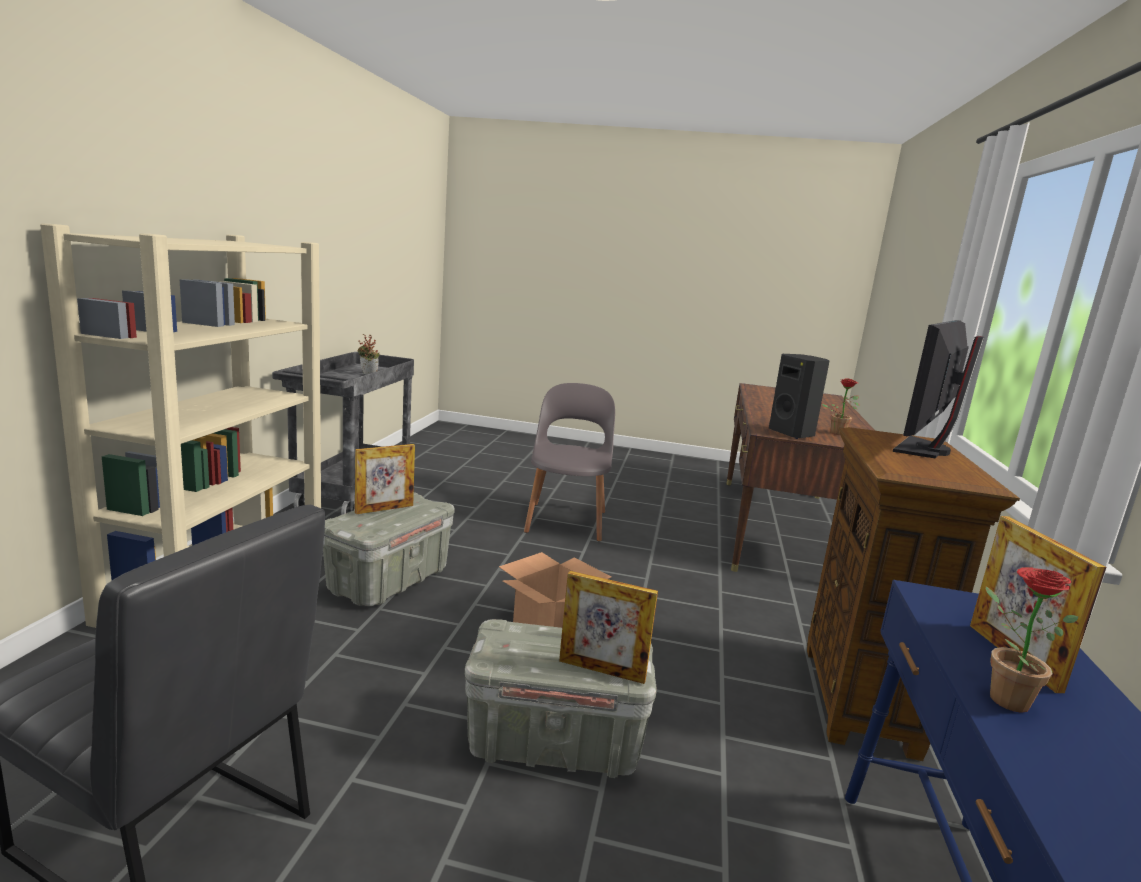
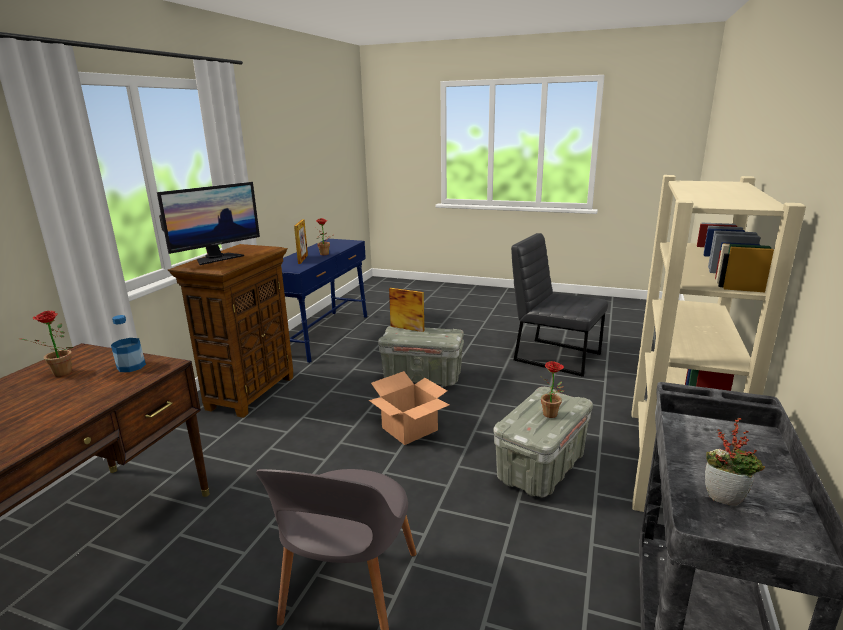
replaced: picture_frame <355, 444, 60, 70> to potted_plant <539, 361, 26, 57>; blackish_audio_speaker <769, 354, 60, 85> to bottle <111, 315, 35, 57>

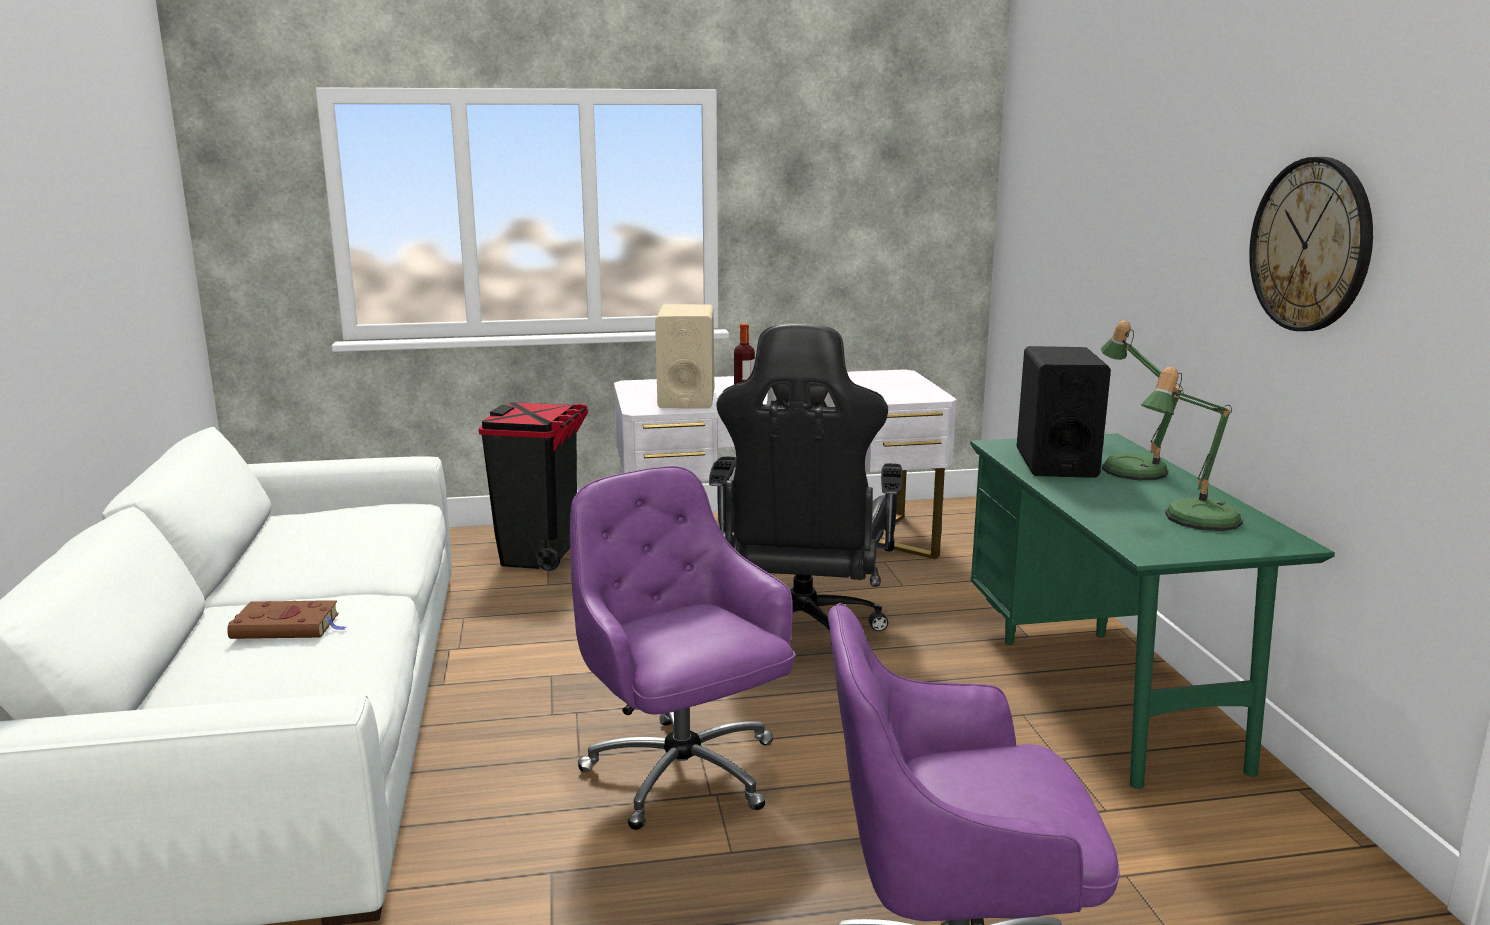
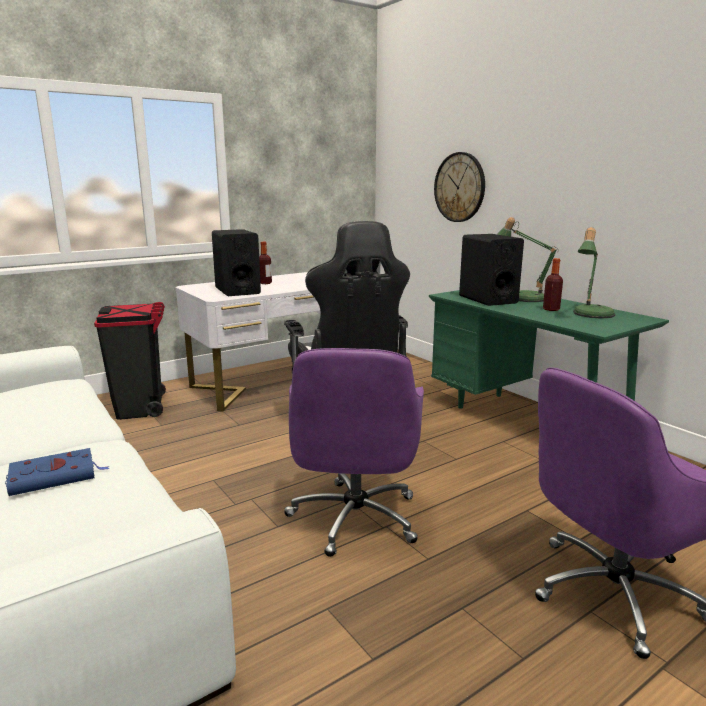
added: bottle <543, 258, 20, 53>
moved: wall_clock <1249, 157, 124, 174> to <434, 152, 51, 70>
recoloured: brown-coloured_bound_book <227, 600, 119, 39> to blue-coloured_bound_book <5, 448, 105, 48>; sand-coloured_audio_speaker <655, 304, 59, 105> to blackish_audio_speaker <212, 229, 49, 67>
turned: purplish_office_chair <570, 466, 225, 364> = <284, 348, 140, 209> 120 degrees counterclockwise

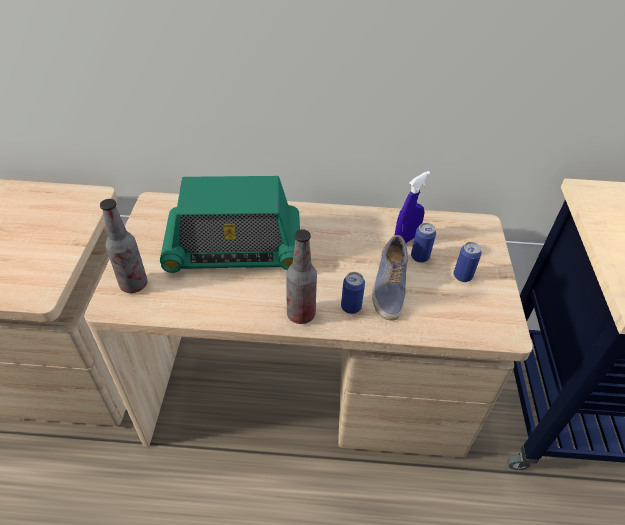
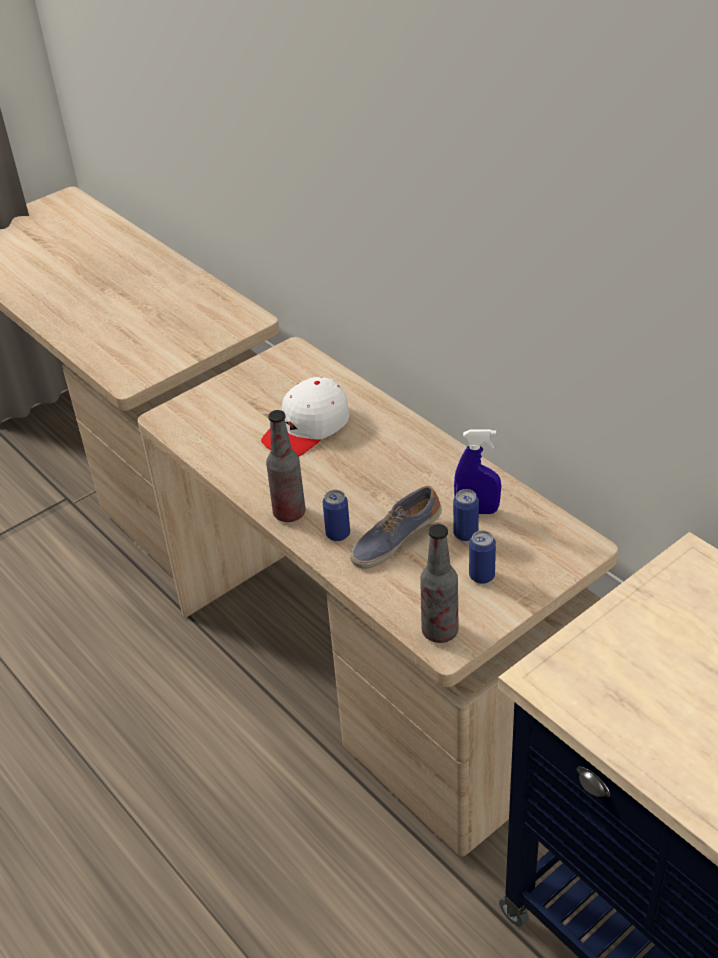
moved: bottle <100, 199, 48, 94> to <420, 524, 39, 119>
replaced: radio_set <160, 176, 140, 97> to whitish_peaked_cap <261, 377, 88, 80>

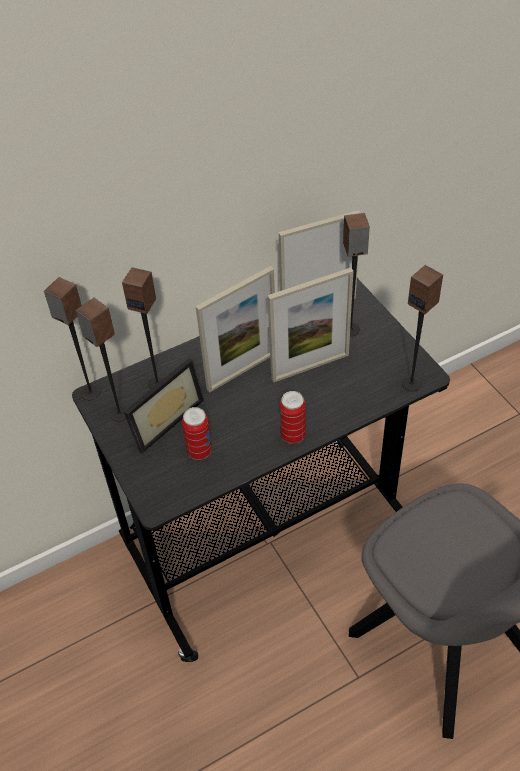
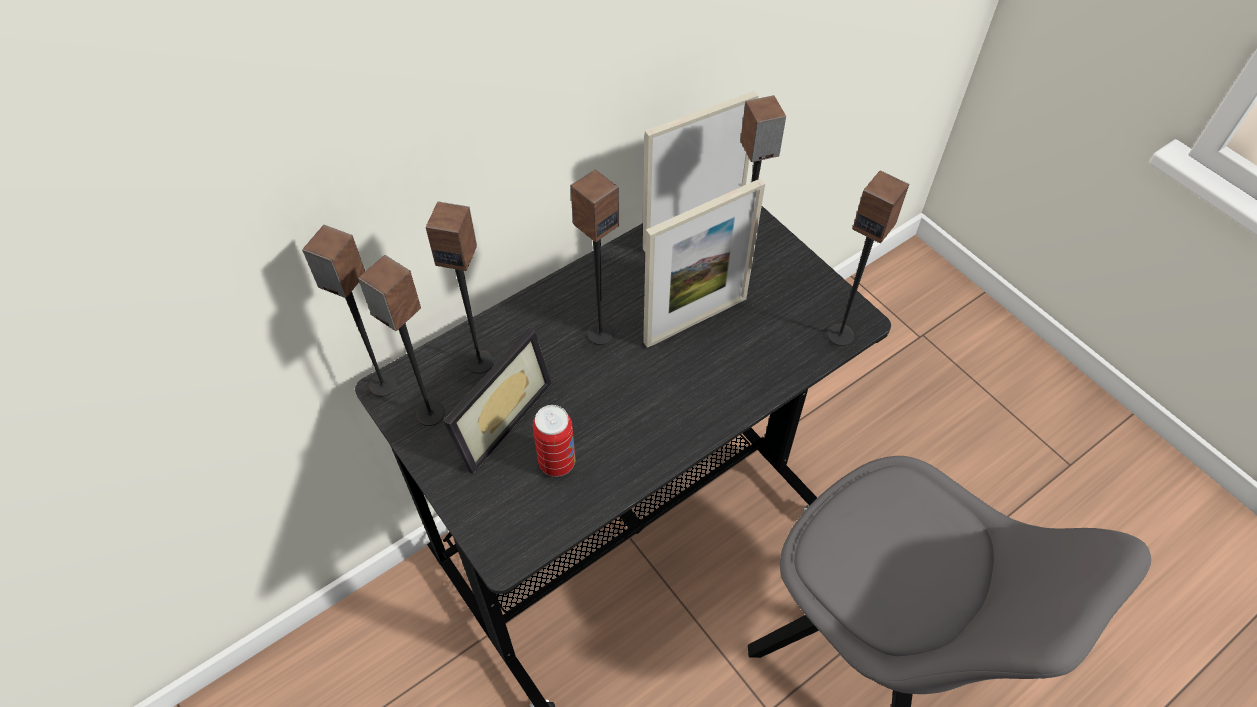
removed: metal_can <280, 391, 26, 53>
replaced: picture_frame <195, 266, 80, 126> to audio_speaker <570, 169, 49, 176>

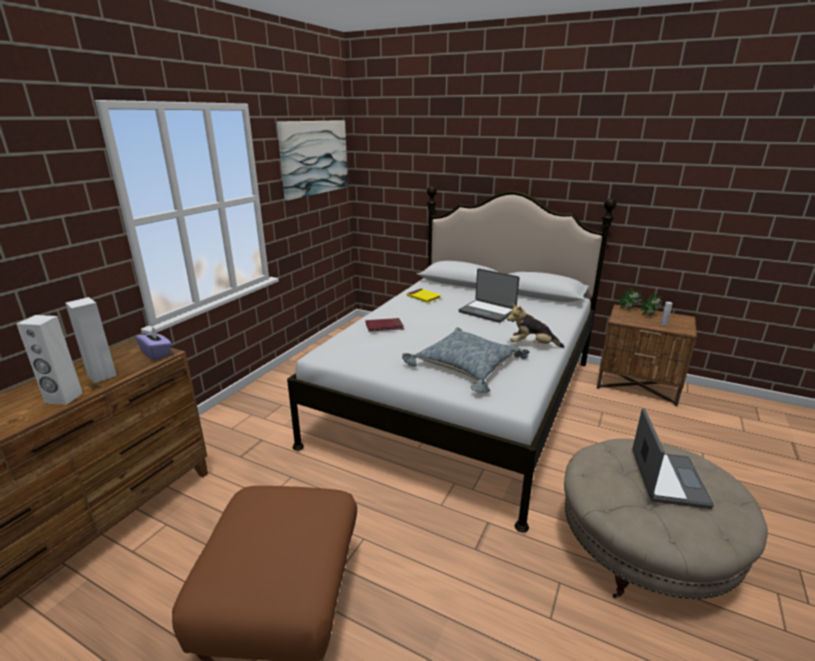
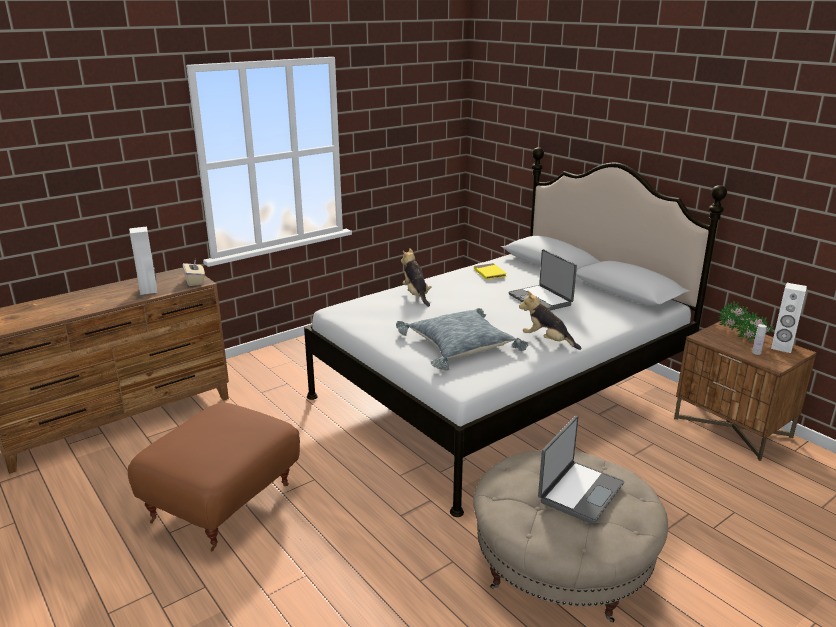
removed: picture <277, 120, 71, 81>
moved: whitish_audio_speaker <16, 315, 67, 90> to <771, 283, 36, 70>
replaced: red-coloured_bound_book <365, 318, 39, 14> to plush_toy <401, 248, 31, 59>
recoloured: purplish_tissue_holder <136, 327, 36, 33> to sand-coloured_tissue_holder <183, 259, 22, 27>

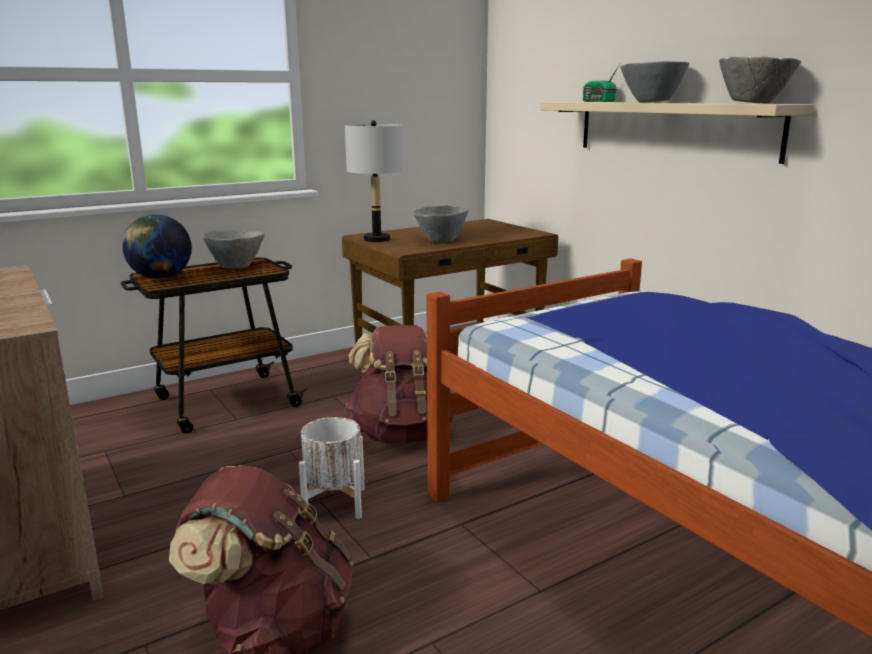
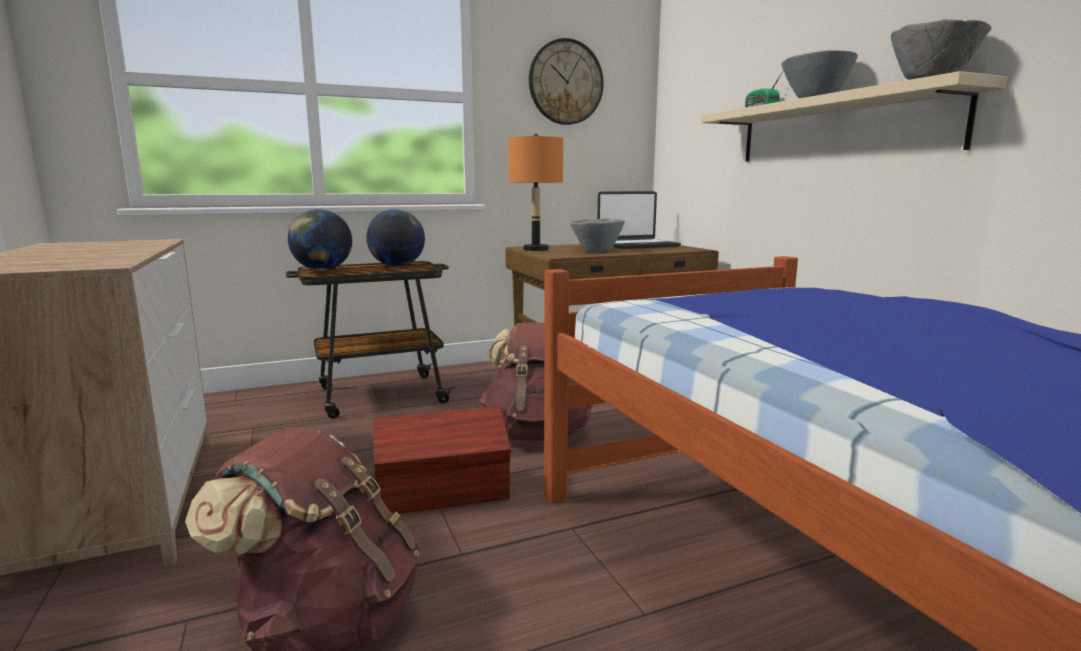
added: wall_clock <529, 38, 75, 87>; laptop <597, 191, 84, 58>
replaced: greyish_bowl <202, 230, 63, 39> to desk_globe <366, 209, 59, 58>; whitish_planter <299, 417, 66, 102> to brown-coloured_storage_box <373, 406, 138, 108>
recoloured: greyish_table_lamp <345, 120, 58, 122> to orangey_table_lamp <508, 134, 55, 117>

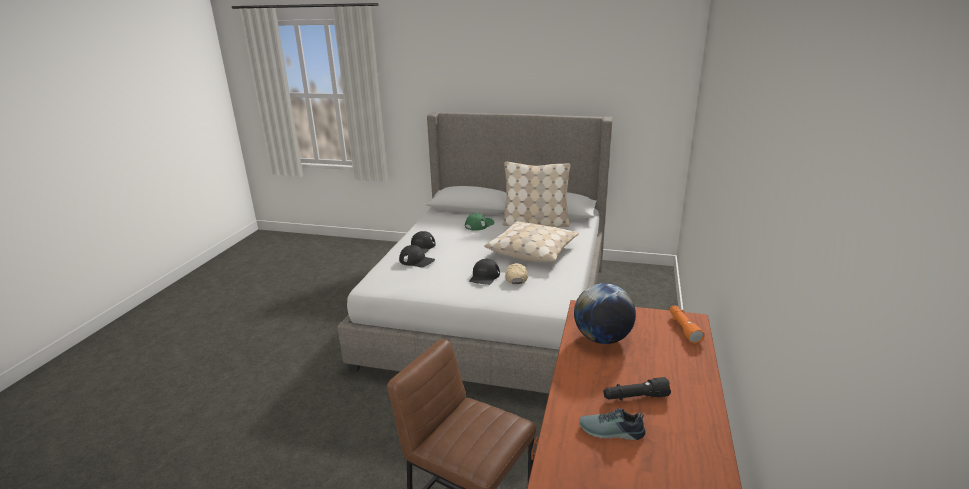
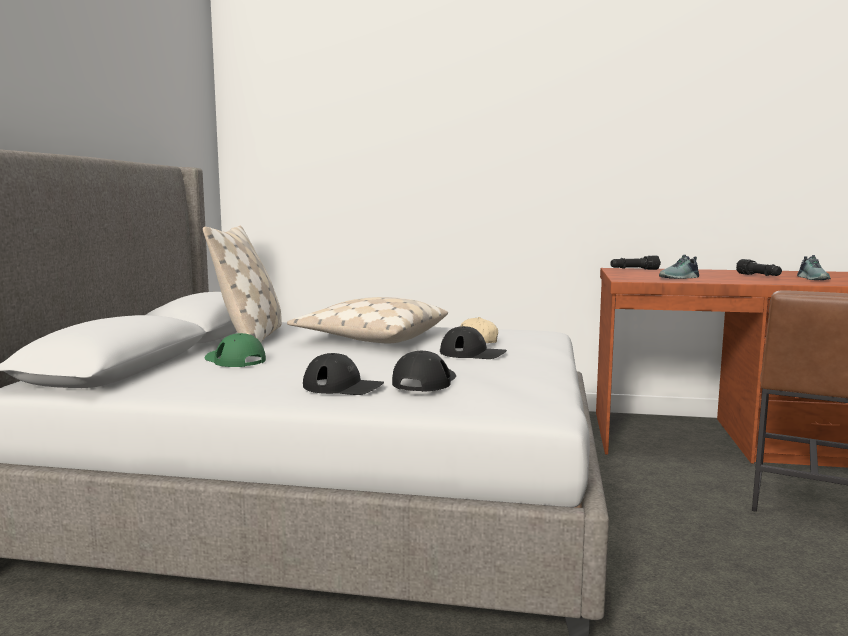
replaced: desk_globe <574, 283, 62, 61> to low_shoe <659, 255, 40, 24>
recoloured: orangey_torch <670, 305, 34, 39> to blackish_torch <610, 256, 51, 14>

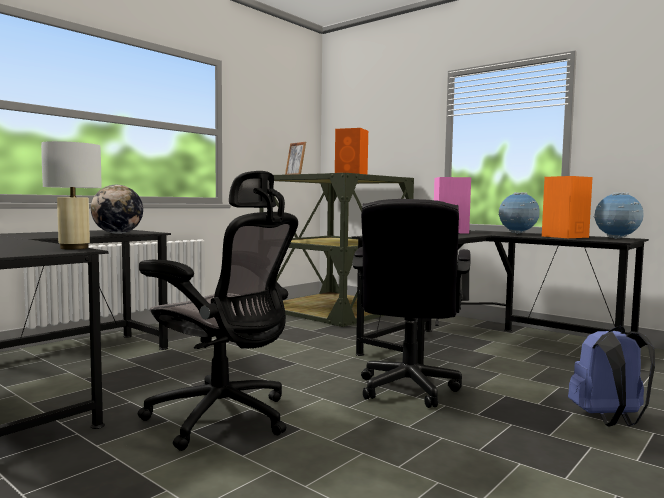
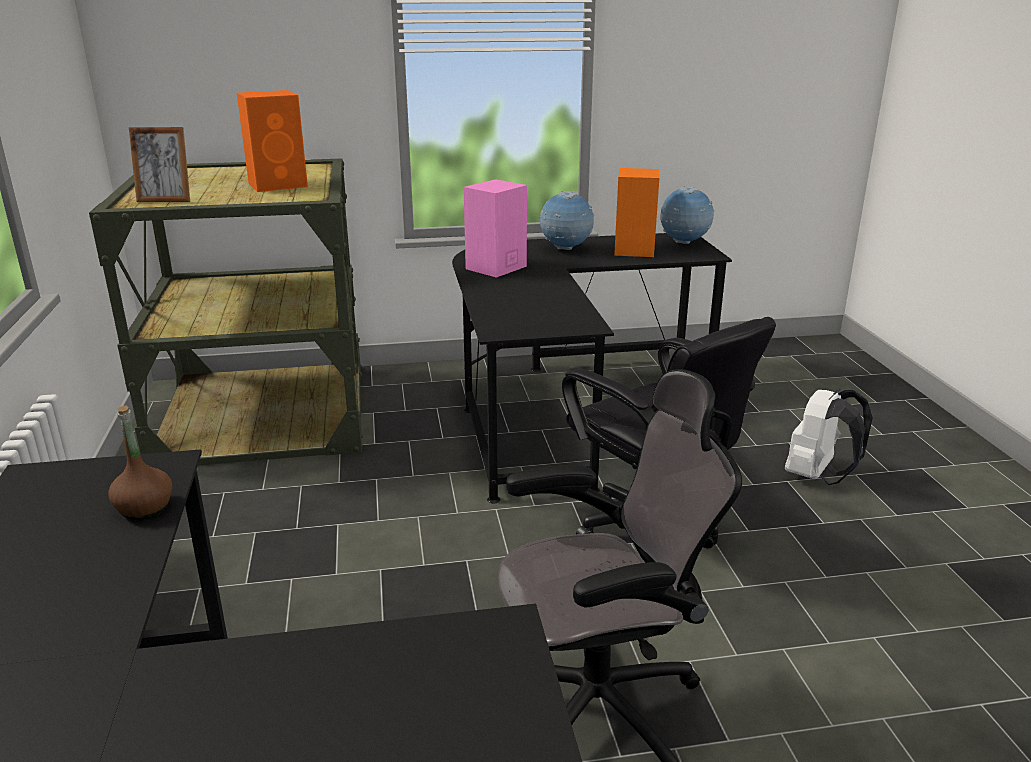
removed: whitish_table_lamp <41, 141, 60, 108>
replaced: desk_globe <91, 185, 52, 49> to brown-coloured_bottle <108, 405, 64, 115>
recoloured: blue-coloured_backpack <568, 326, 87, 101> to whitish_backpack <785, 388, 88, 97>

